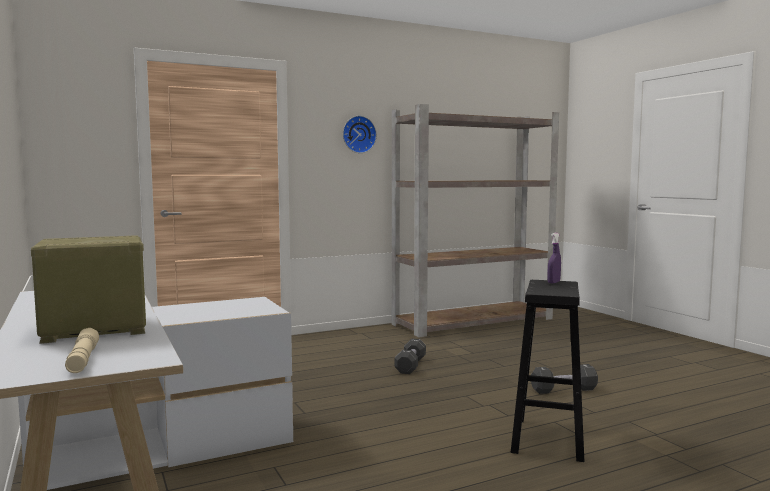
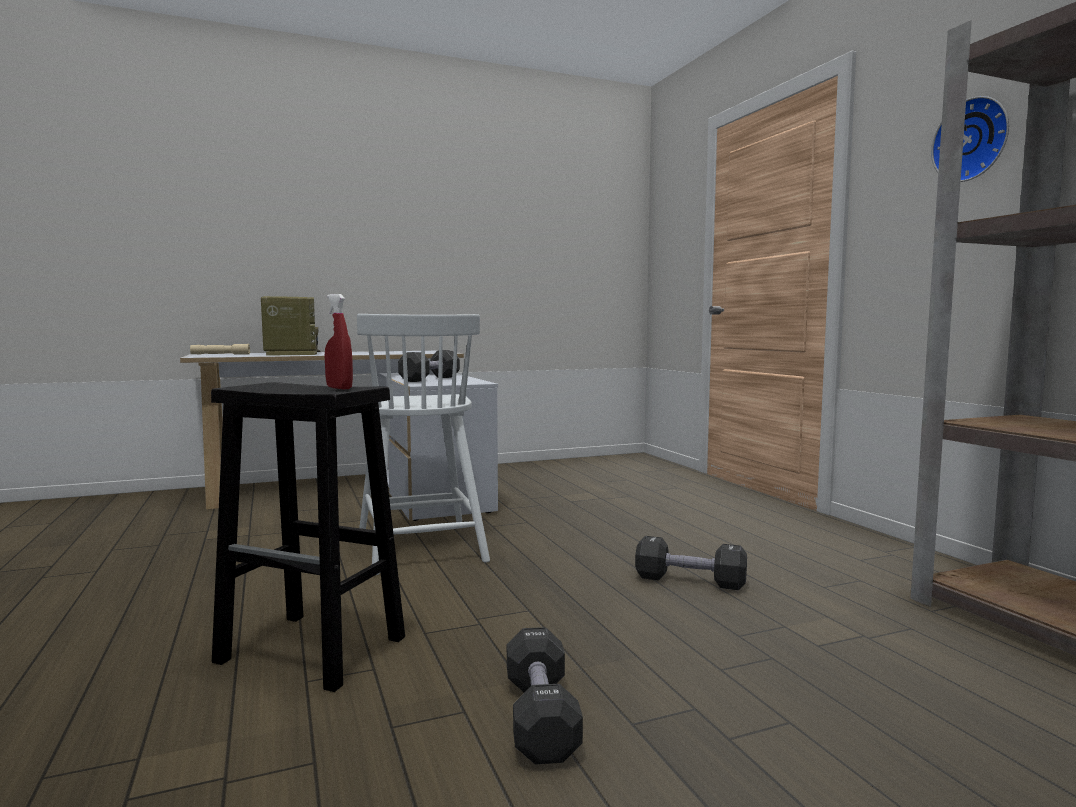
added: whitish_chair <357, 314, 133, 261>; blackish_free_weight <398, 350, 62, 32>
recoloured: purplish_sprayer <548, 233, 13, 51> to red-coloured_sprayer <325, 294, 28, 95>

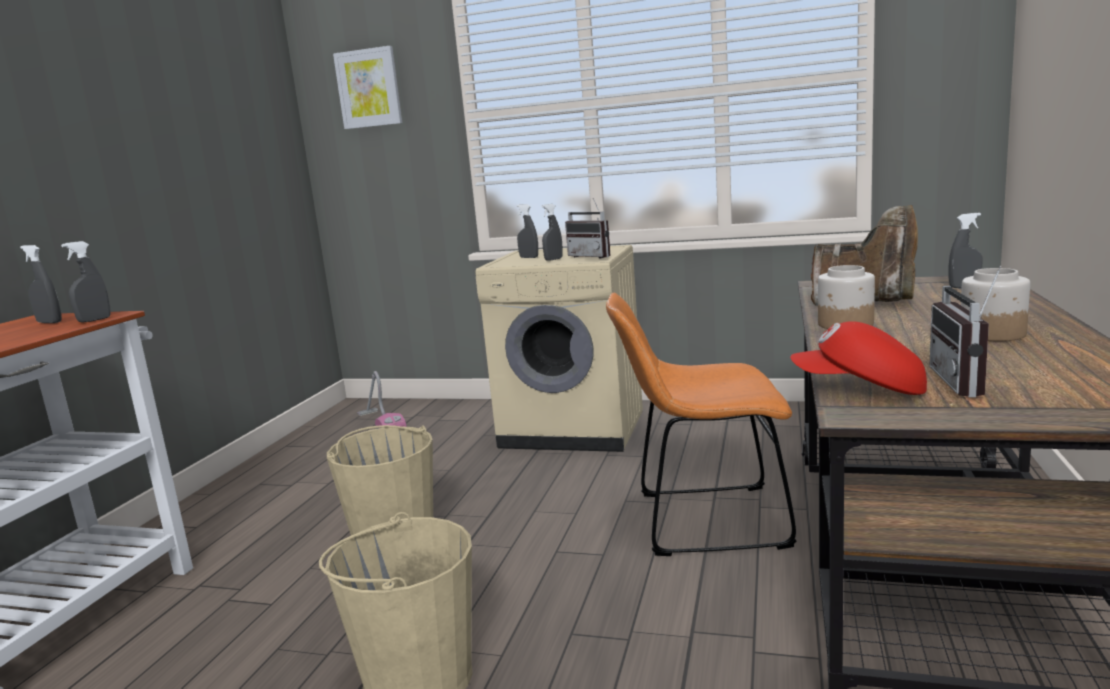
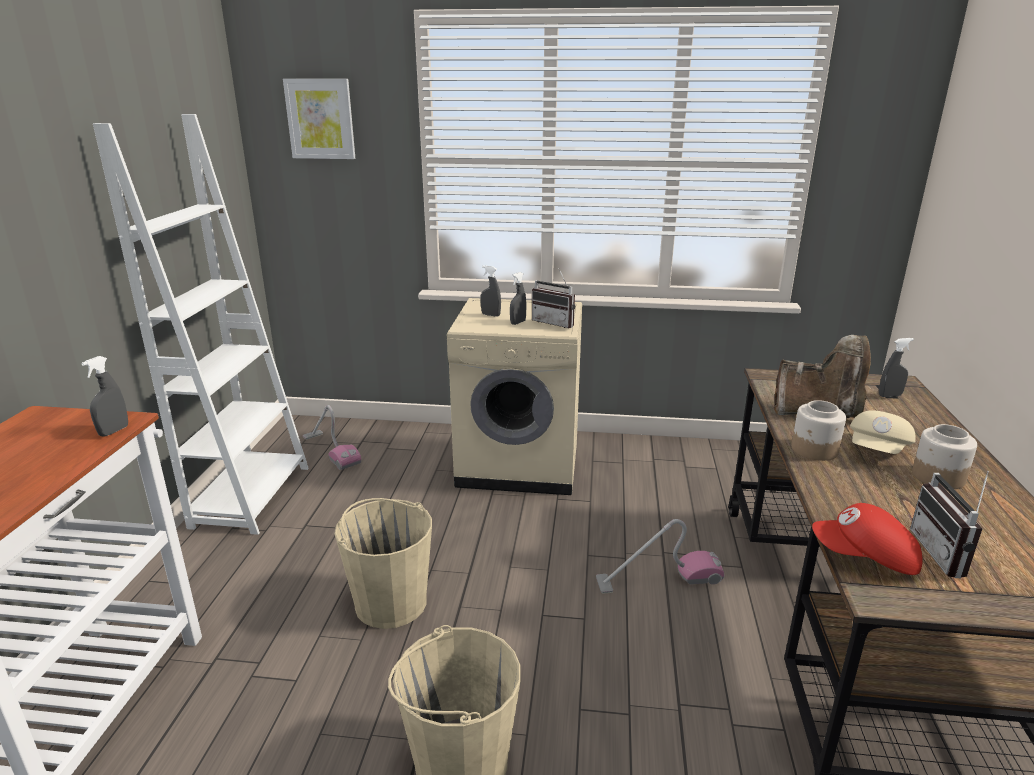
removed: greyish_sprayer <20, 245, 42, 78>
added: whitish_bookcase <93, 114, 216, 421>; sand-coloured_peaked_cap <850, 410, 66, 44>
replaced: orangey_chair <606, 293, 191, 263> to vacuum <596, 519, 128, 75>

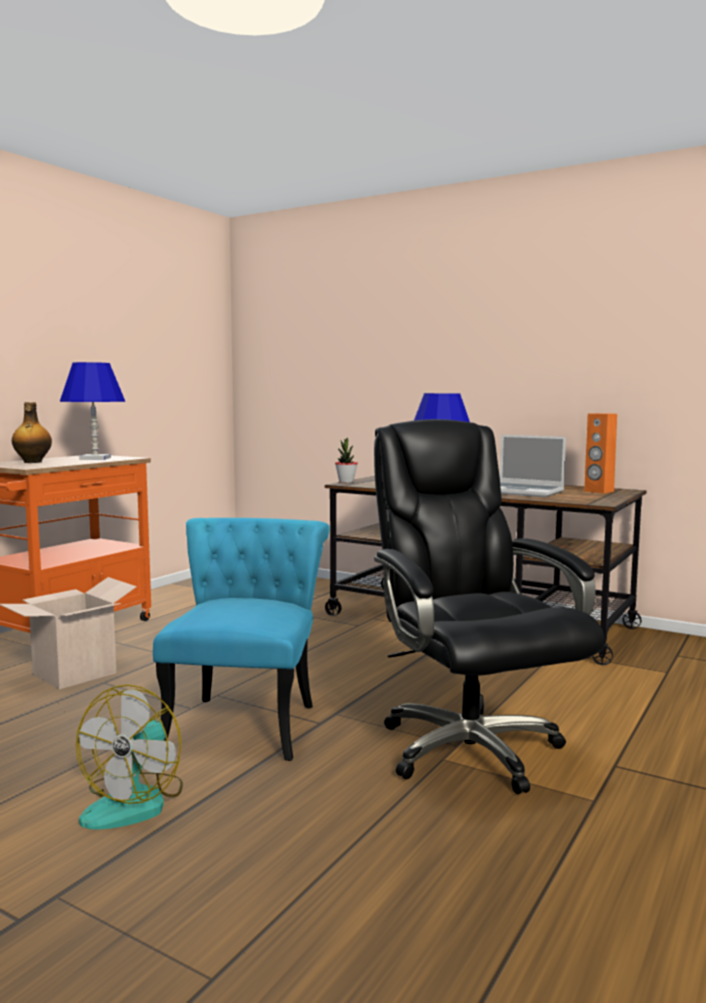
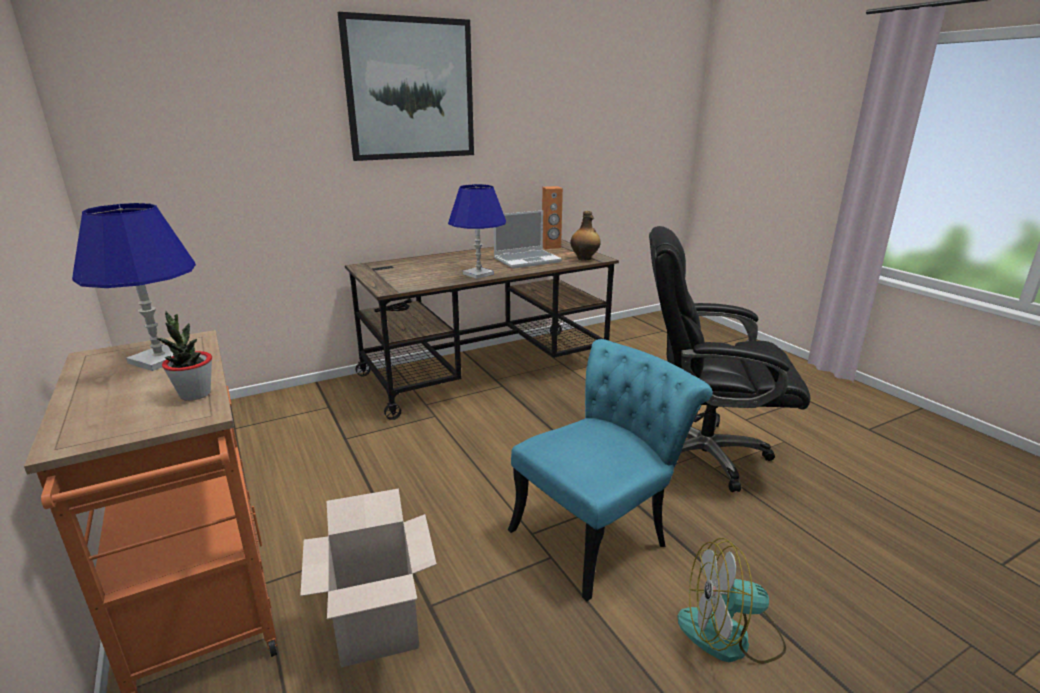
added: picture <338, 12, 136, 149>
moved: bottle <12, 402, 40, 61> to <570, 211, 31, 50>; potted_plant <335, 438, 23, 45> to <157, 311, 55, 90>
turned: fan <76, 684, 107, 146> = <677, 538, 109, 126> 135 degrees clockwise; turquoise-coloured_chair <153, 518, 177, 243> = <508, 339, 205, 262> 105 degrees clockwise

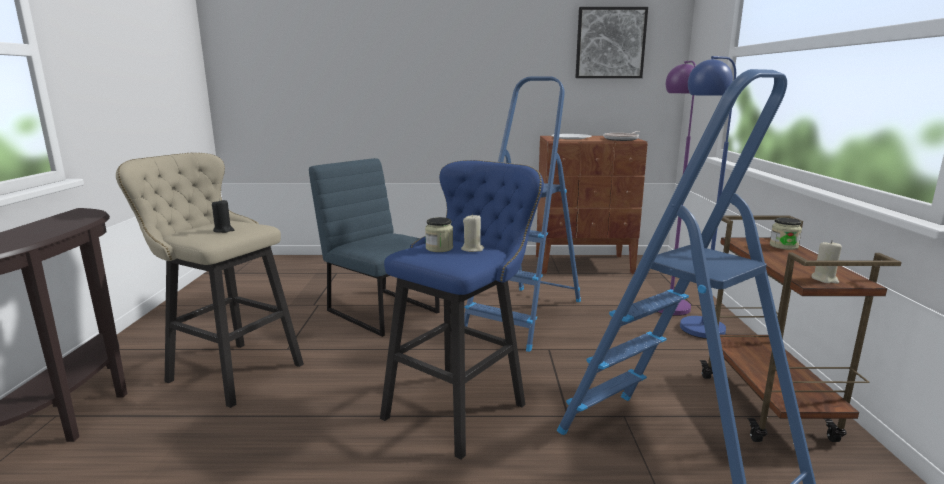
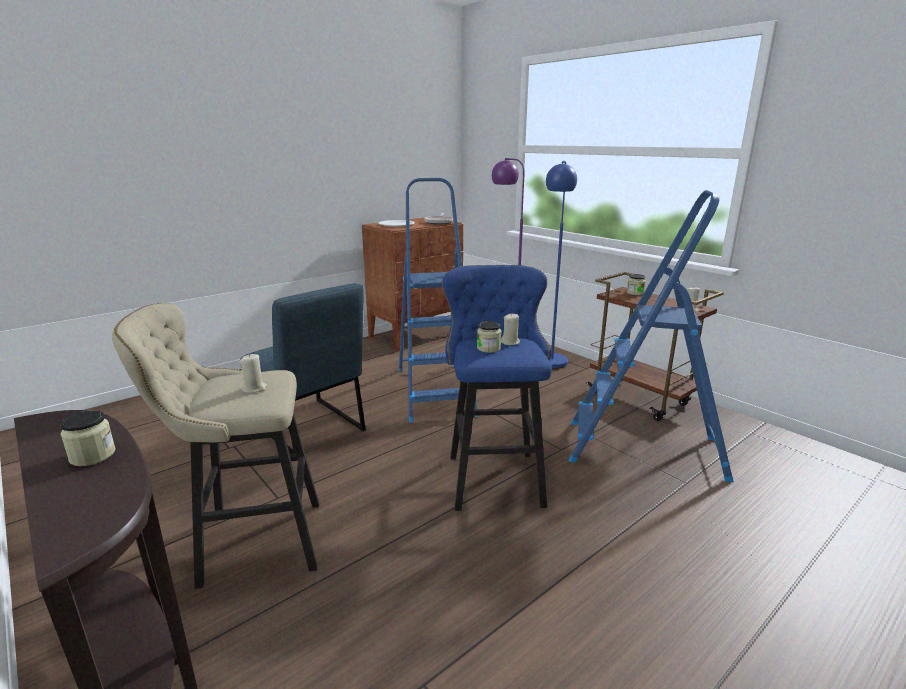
removed: picture <575, 7, 73, 71>
added: preserve_jar <60, 410, 56, 56>
recoloured: blackish_candle <212, 199, 22, 34> to sand-coloured_candle <240, 354, 27, 39>
turned: blue-coloured_chair <309, 158, 131, 179> = <240, 283, 126, 171> 135 degrees counterclockwise

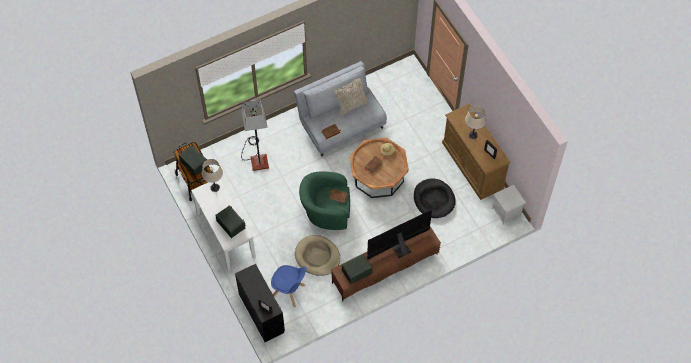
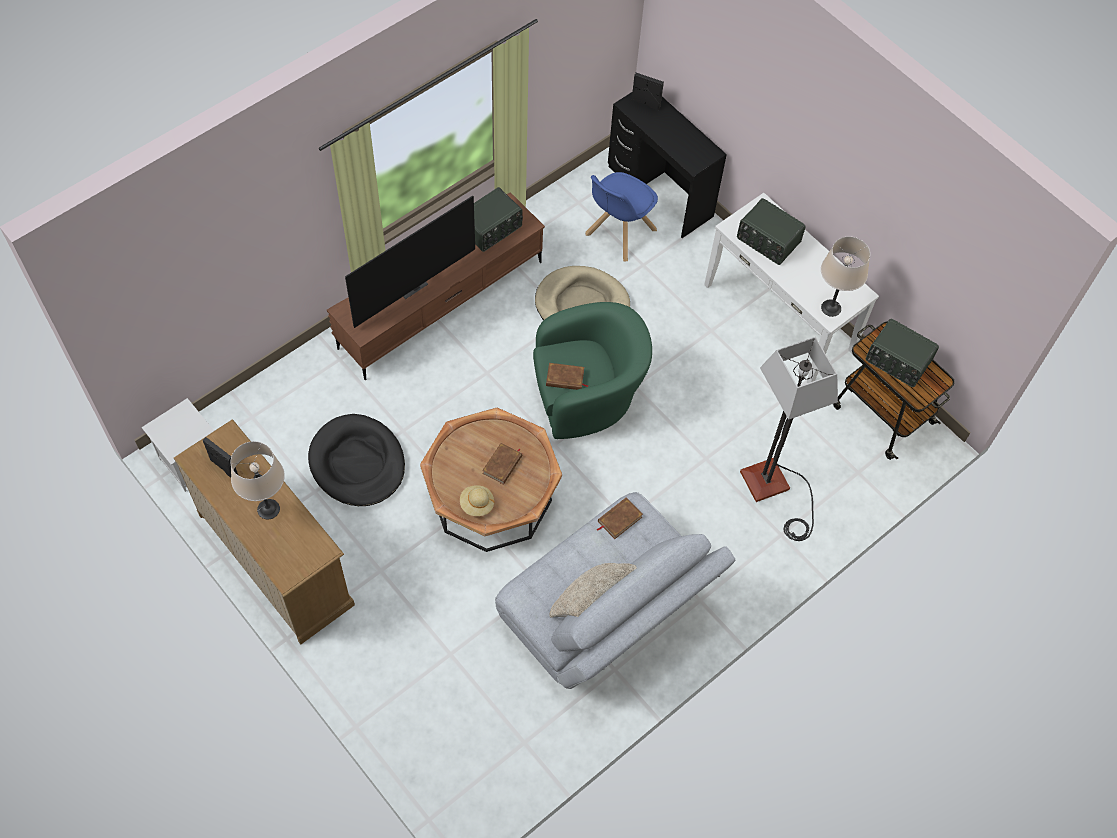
turned: blue-coloured_chair <271, 265, 35, 42> = <585, 172, 73, 90> 60 degrees counterclockwise

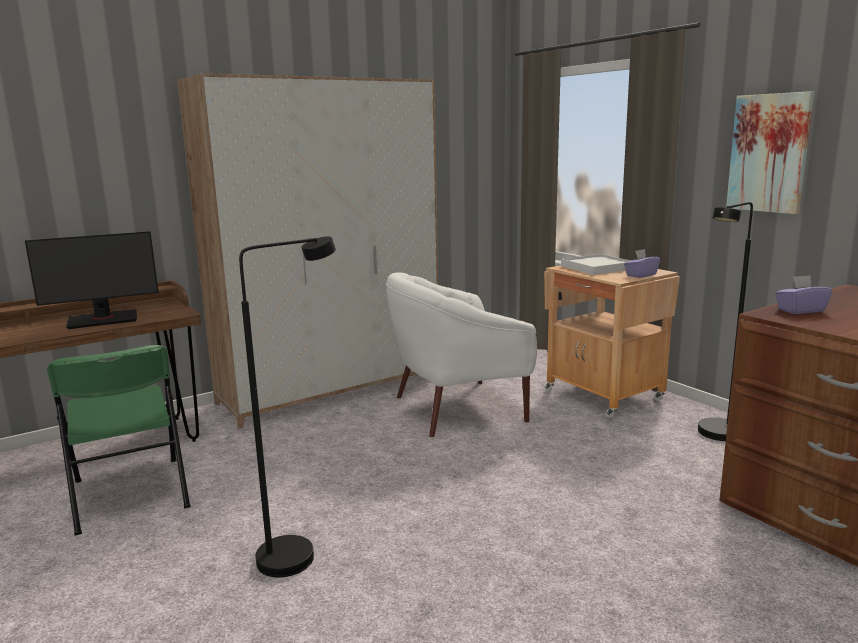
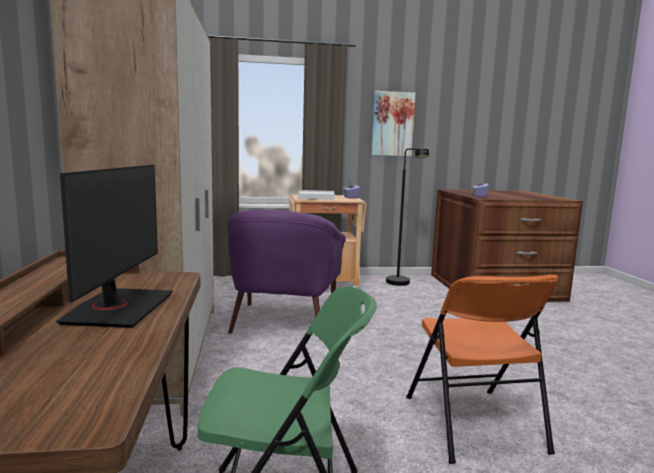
replaced: blackish_standard_lamp <239, 236, 97, 341> to orangey_chair <406, 275, 153, 189>
recoloured: whitish_easy_chair <386, 272, 151, 165> to purplish_easy_chair <227, 210, 119, 130>

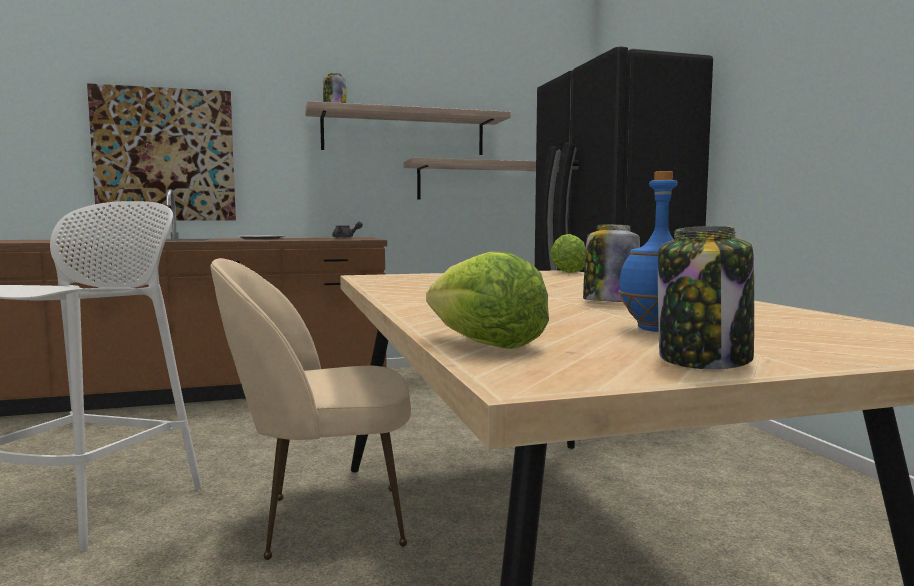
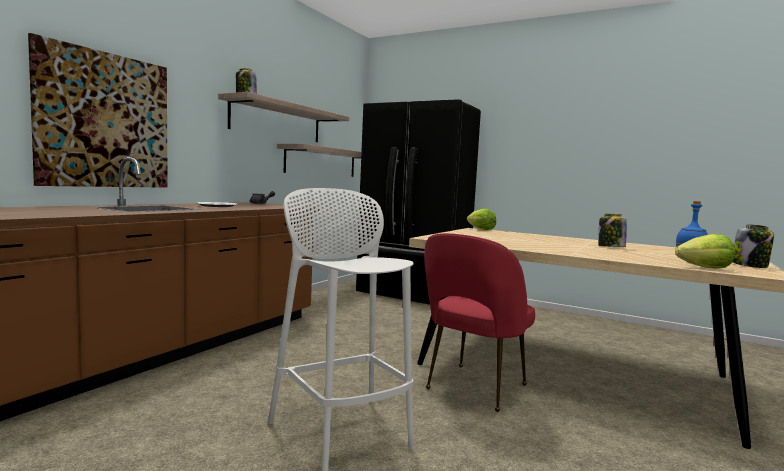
recoloured: sand-coloured_chair <211, 258, 200, 302> to red-coloured_chair <424, 233, 111, 179>

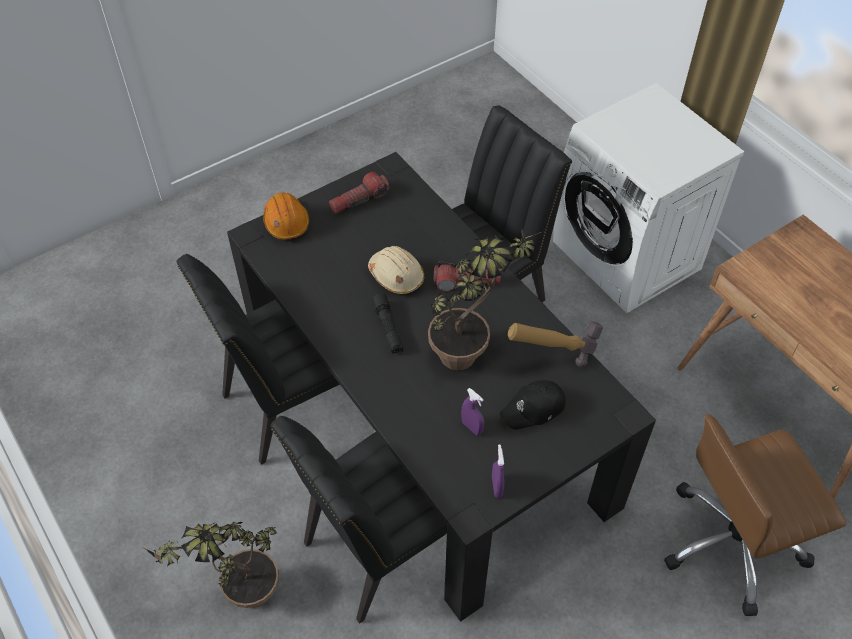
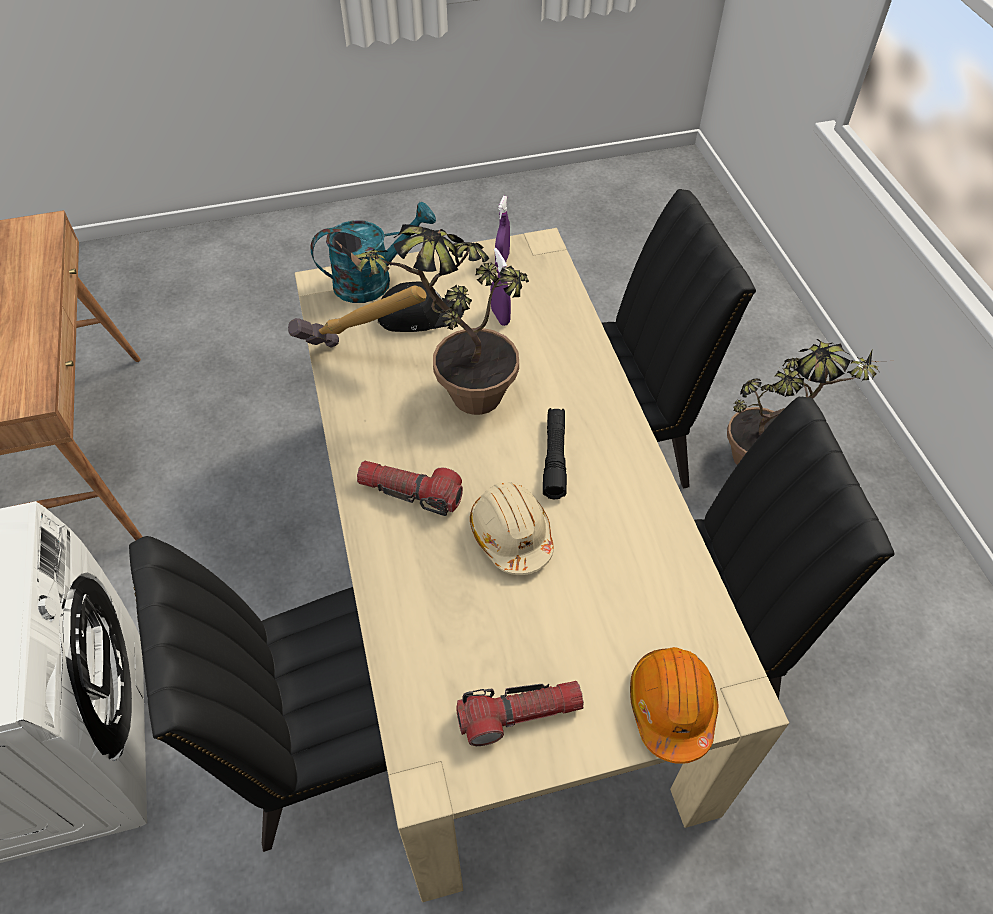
removed: brown-coloured_office_chair <664, 415, 183, 201>
added: turquoise-coloured_watering_can <310, 202, 126, 101>
recoloured: blackish_kitchen_table <227, 152, 429, 470> to sand-coloured_kitchen_table <295, 228, 494, 674>

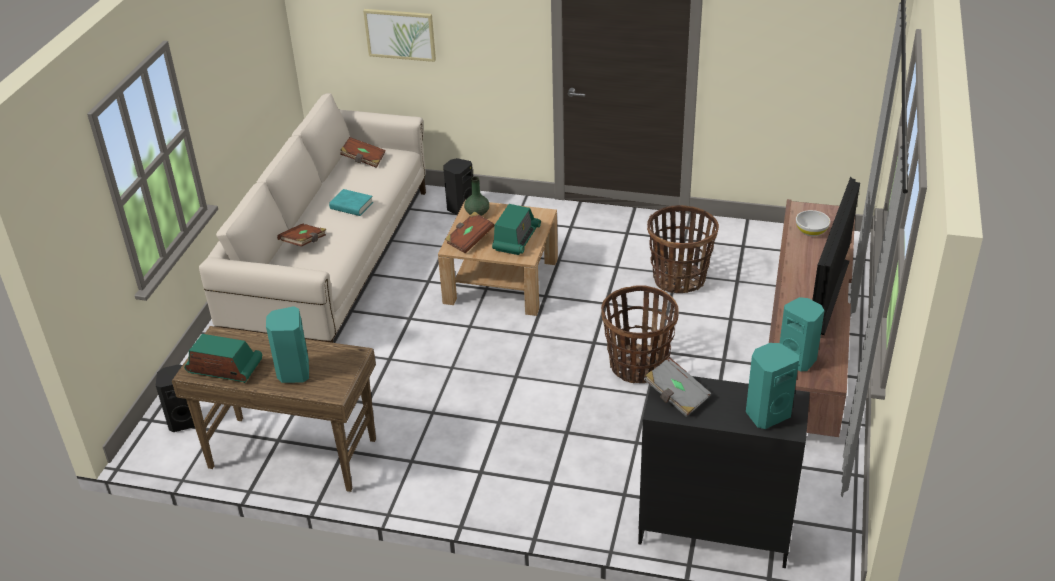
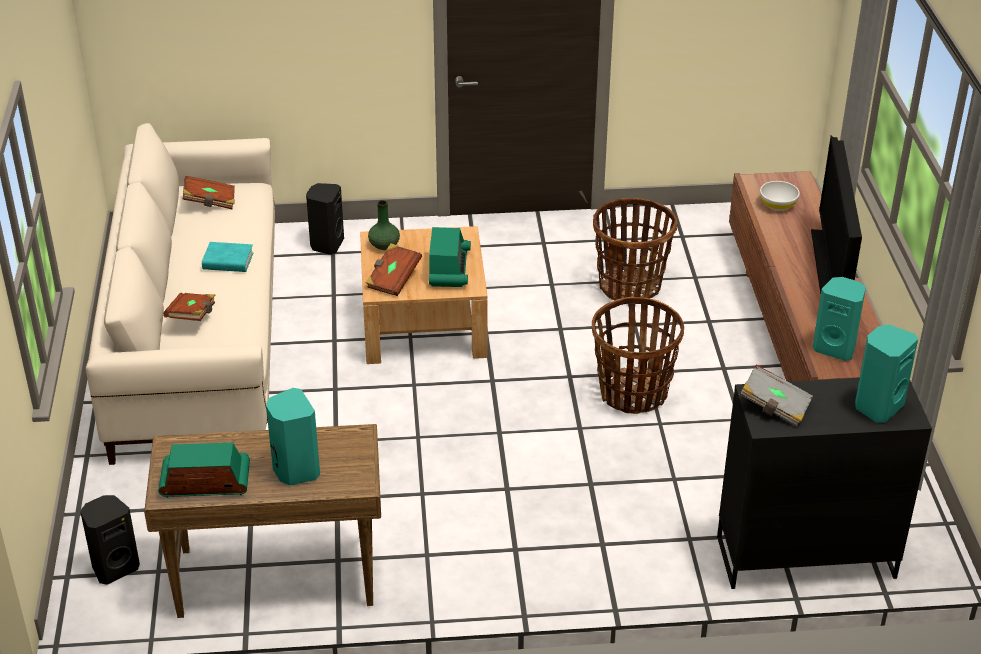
removed: picture <363, 9, 73, 53>

